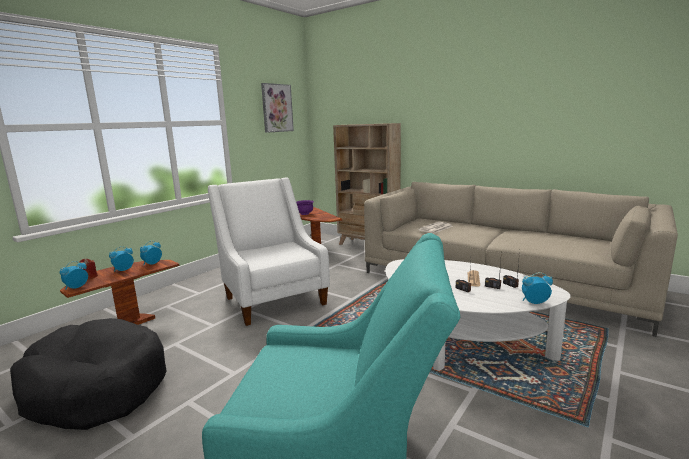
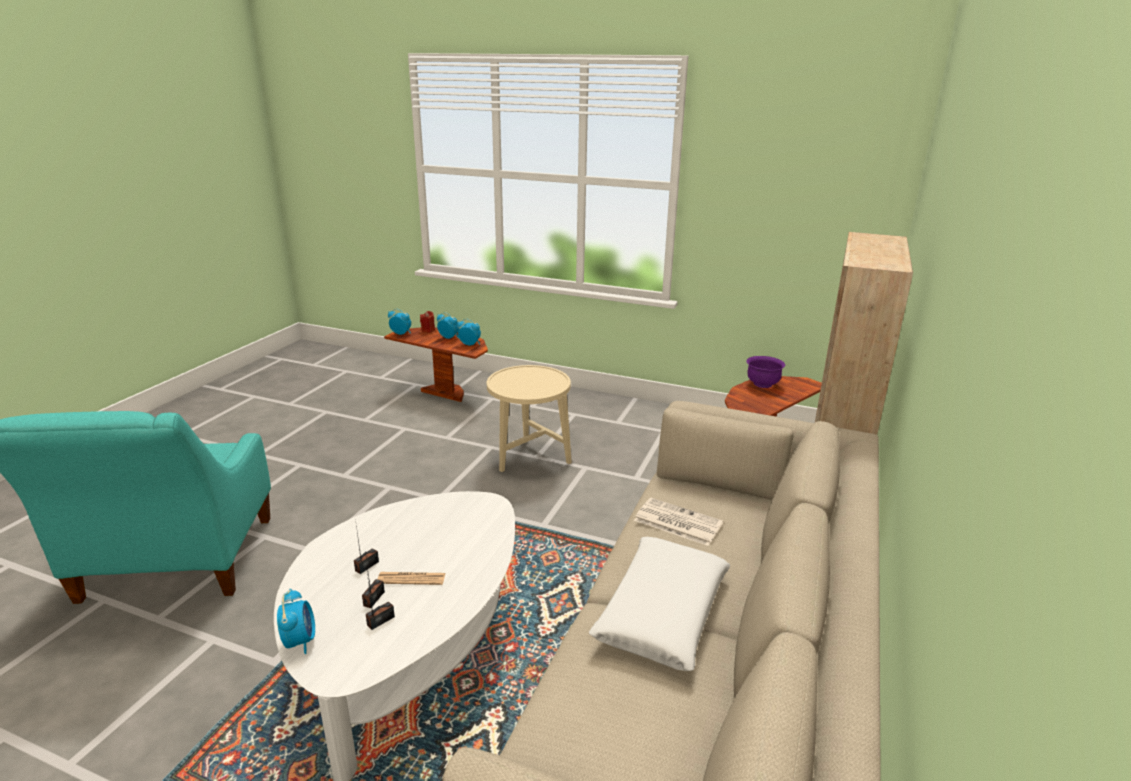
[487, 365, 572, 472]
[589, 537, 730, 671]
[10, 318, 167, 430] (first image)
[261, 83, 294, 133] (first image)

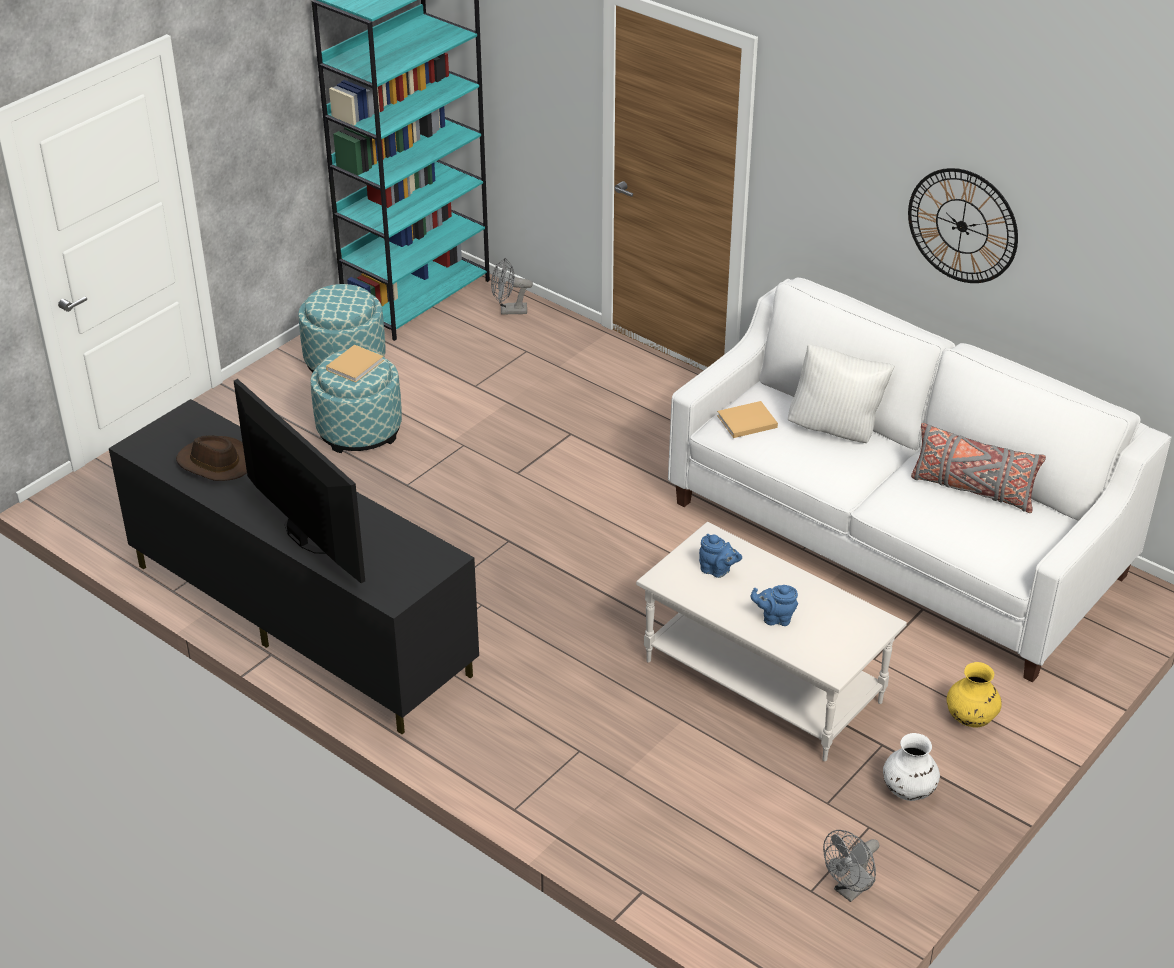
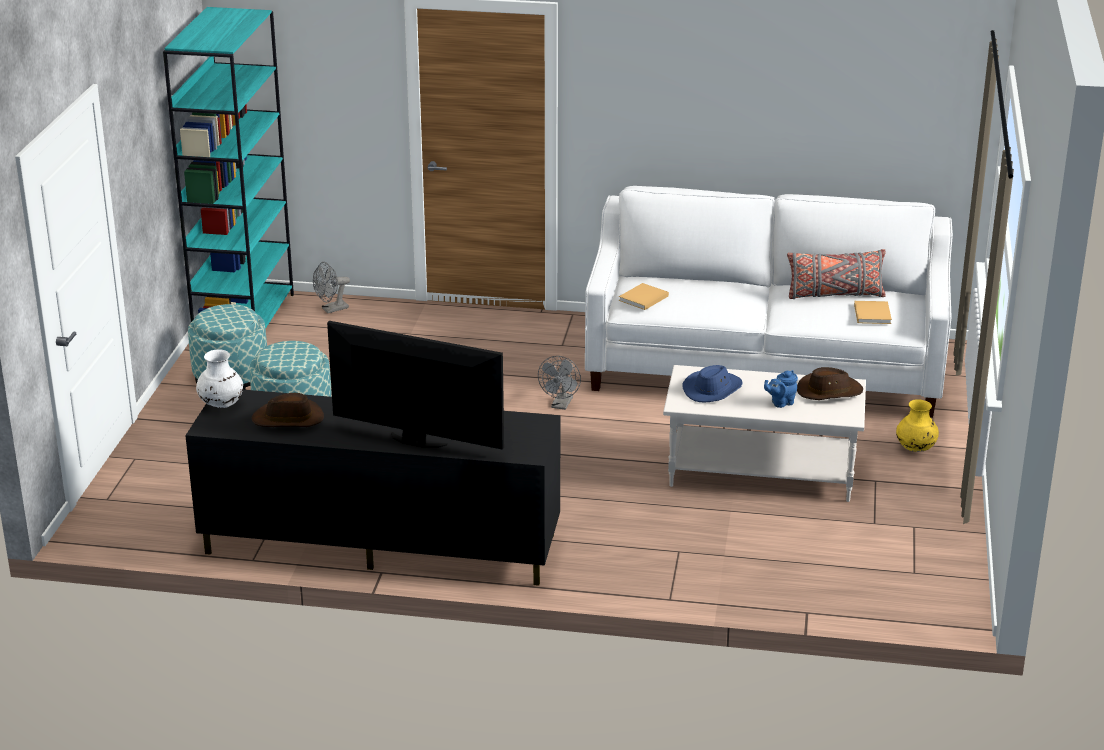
[196, 349, 243, 408]
[538, 356, 581, 410]
[682, 365, 743, 403]
[797, 367, 863, 400]
[854, 301, 892, 324]
[788, 344, 895, 443] (first image)
[908, 168, 1018, 283] (first image)

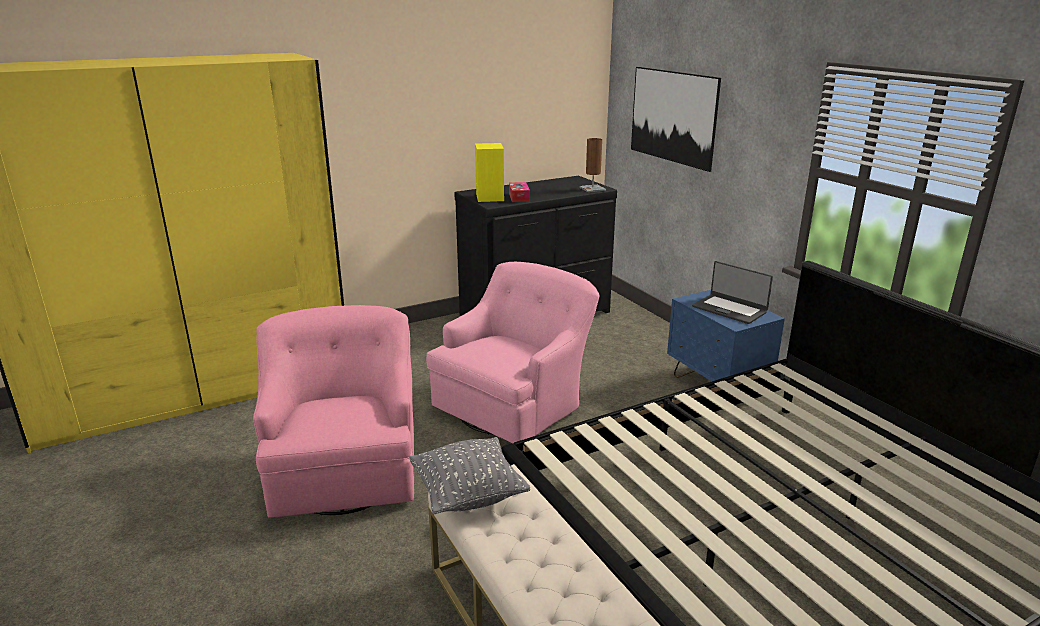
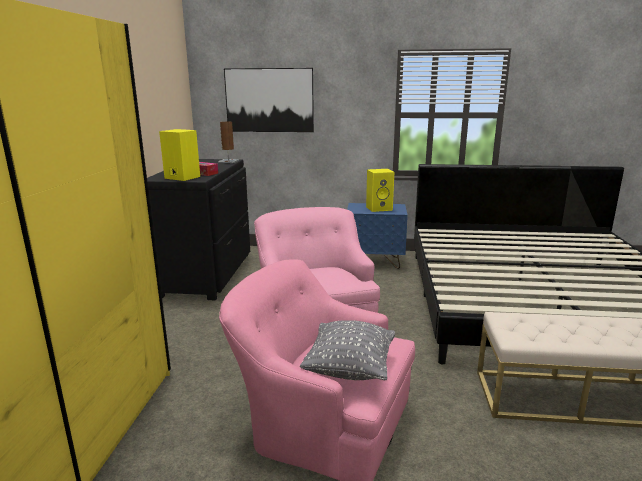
[300, 320, 395, 380]
[366, 169, 394, 212]

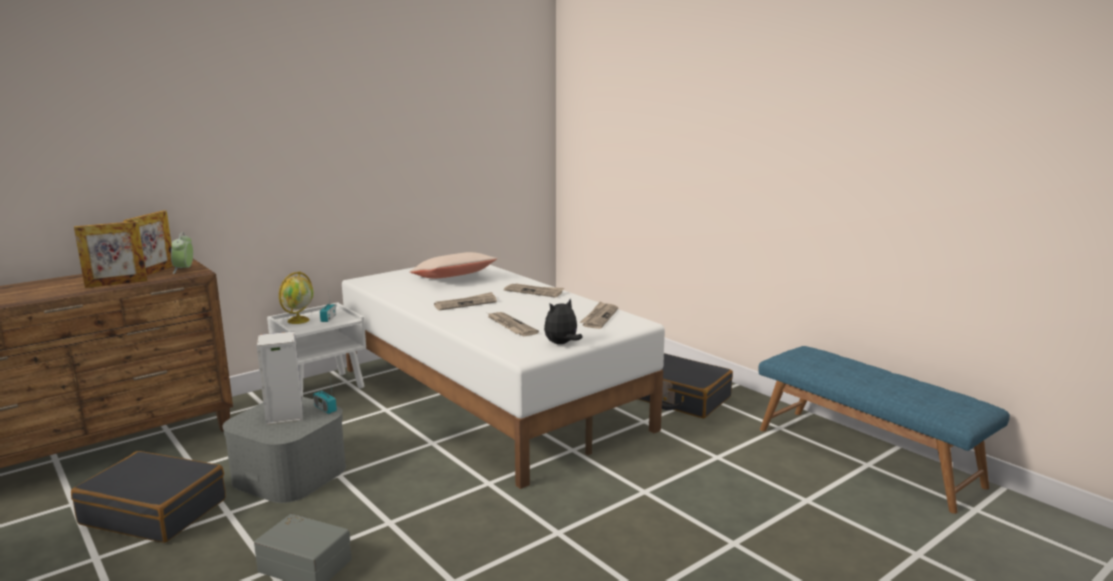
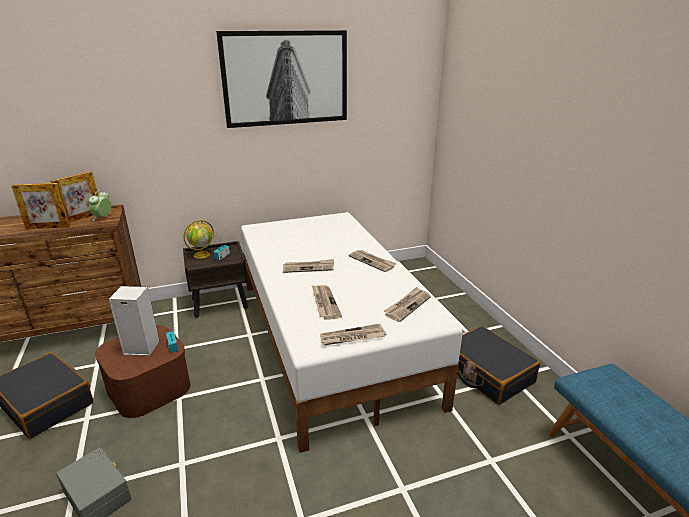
[95, 325, 191, 418]
[183, 241, 248, 318]
[216, 30, 347, 128]
[320, 324, 386, 346]
[410, 252, 497, 278] (first image)

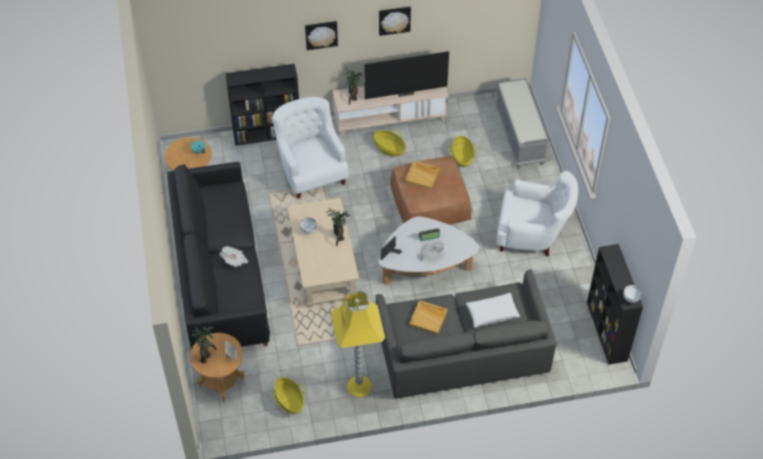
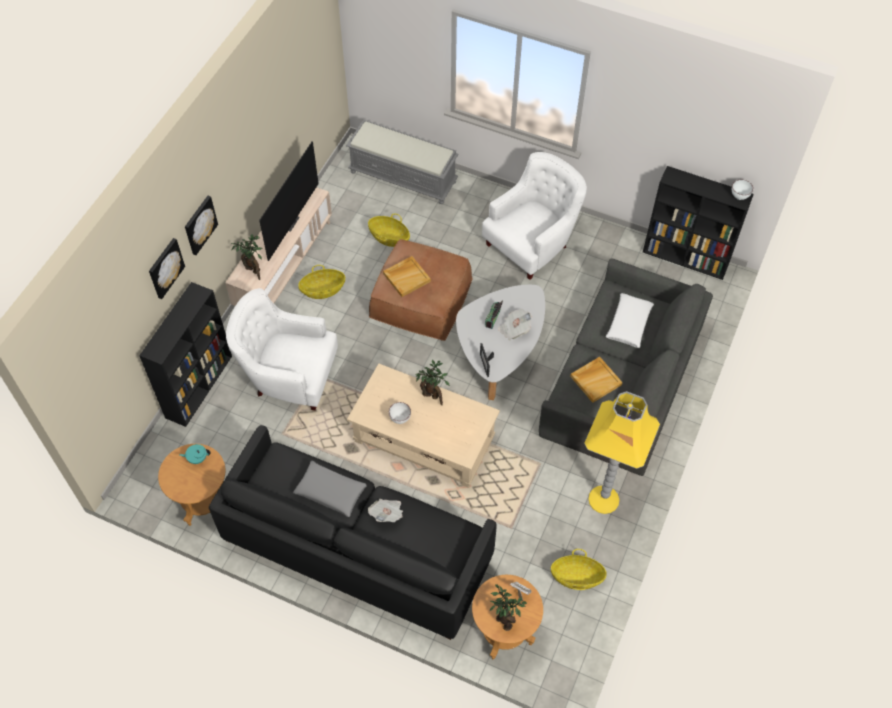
[149, 238, 185, 299]
[293, 461, 367, 517]

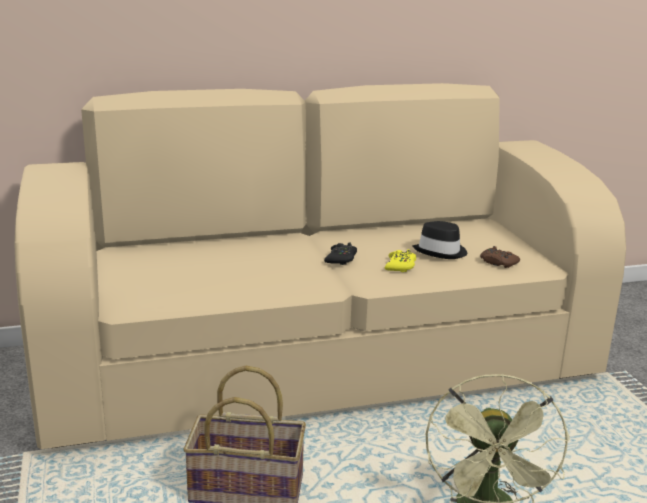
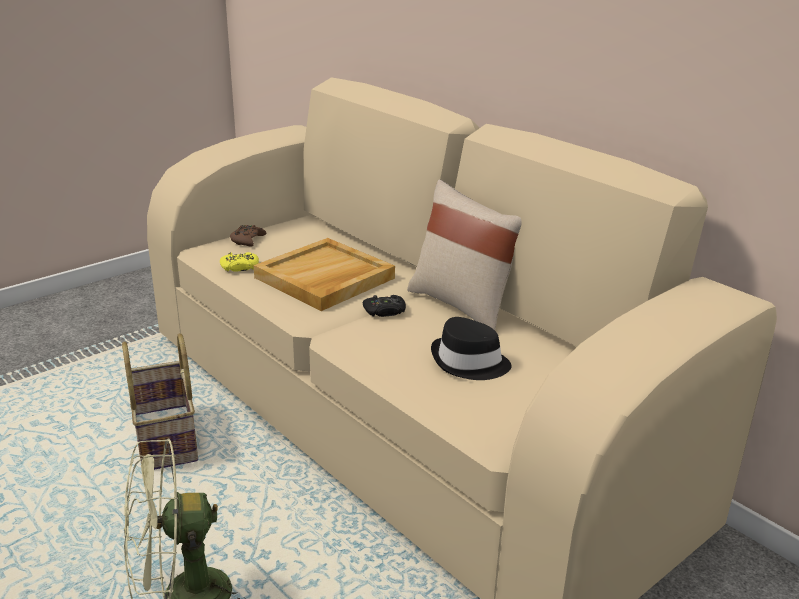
[220, 252, 259, 272]
[230, 225, 267, 247]
[253, 238, 395, 311]
[407, 179, 522, 330]

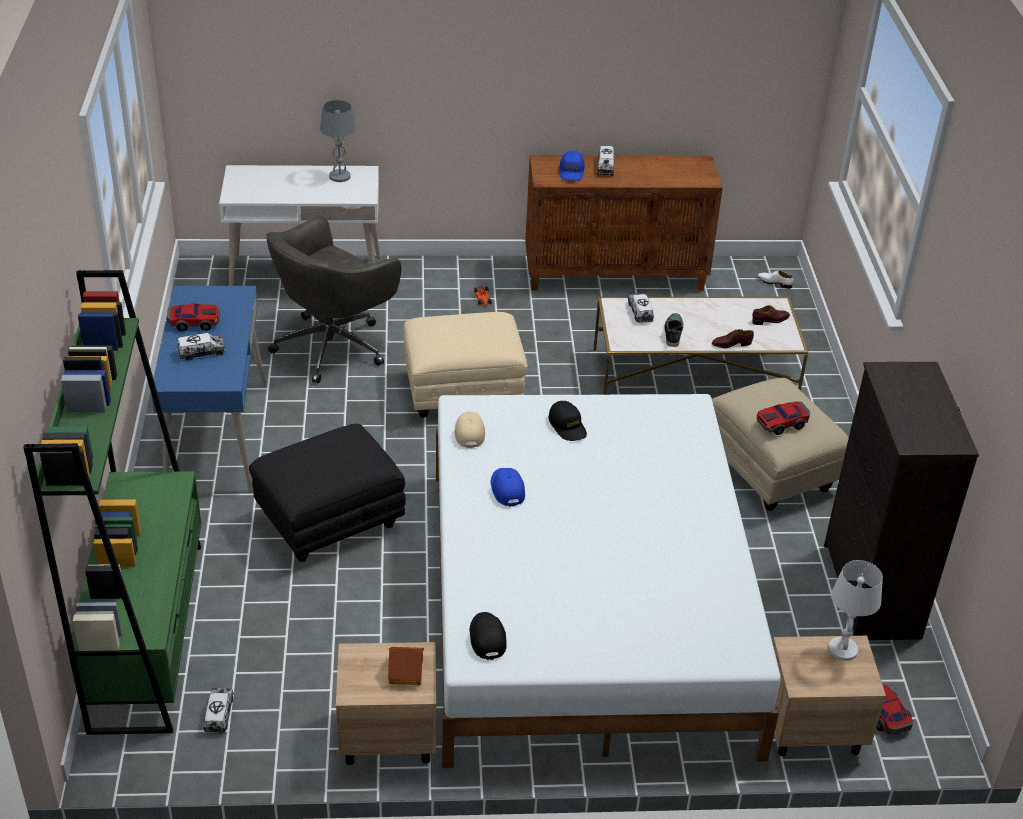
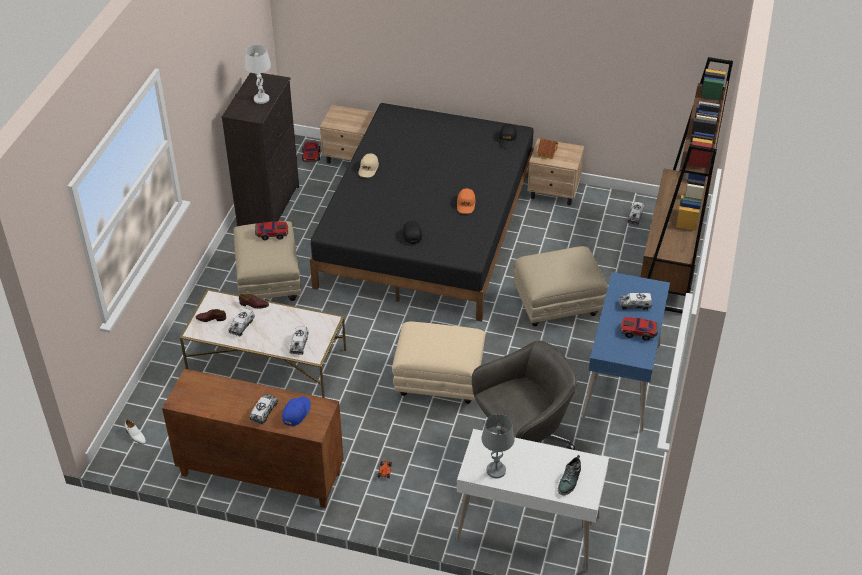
[229, 308, 255, 337]
[245, 45, 271, 104]
[310, 103, 534, 322]
[359, 153, 379, 177]
[457, 188, 476, 214]
[514, 246, 608, 326]
[558, 455, 581, 495]
[641, 57, 733, 313]

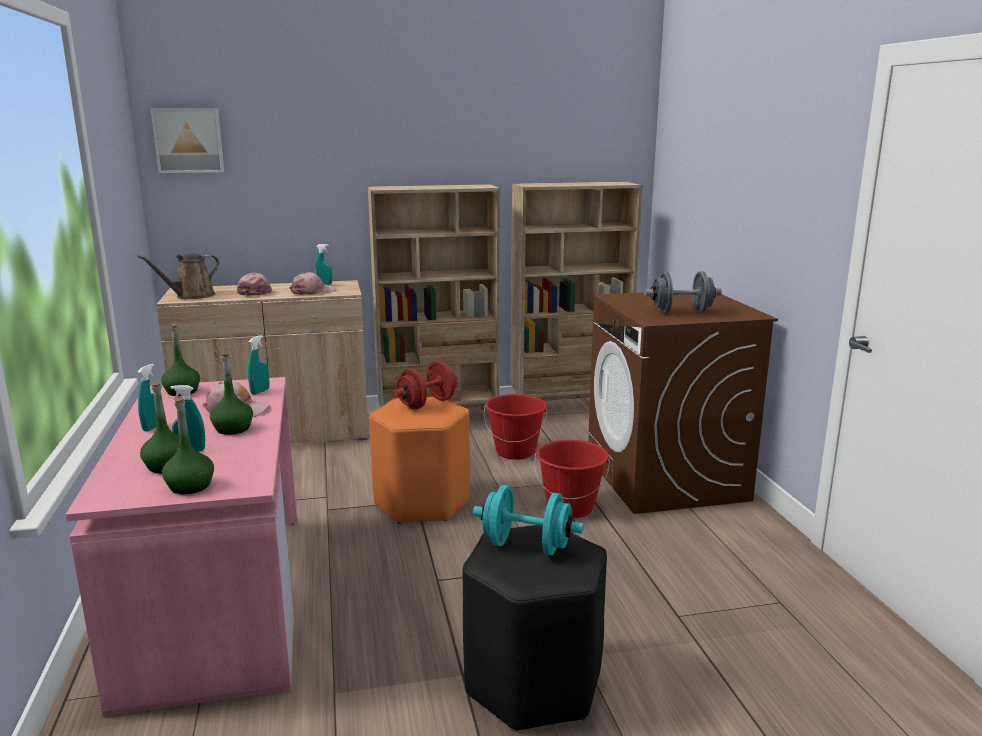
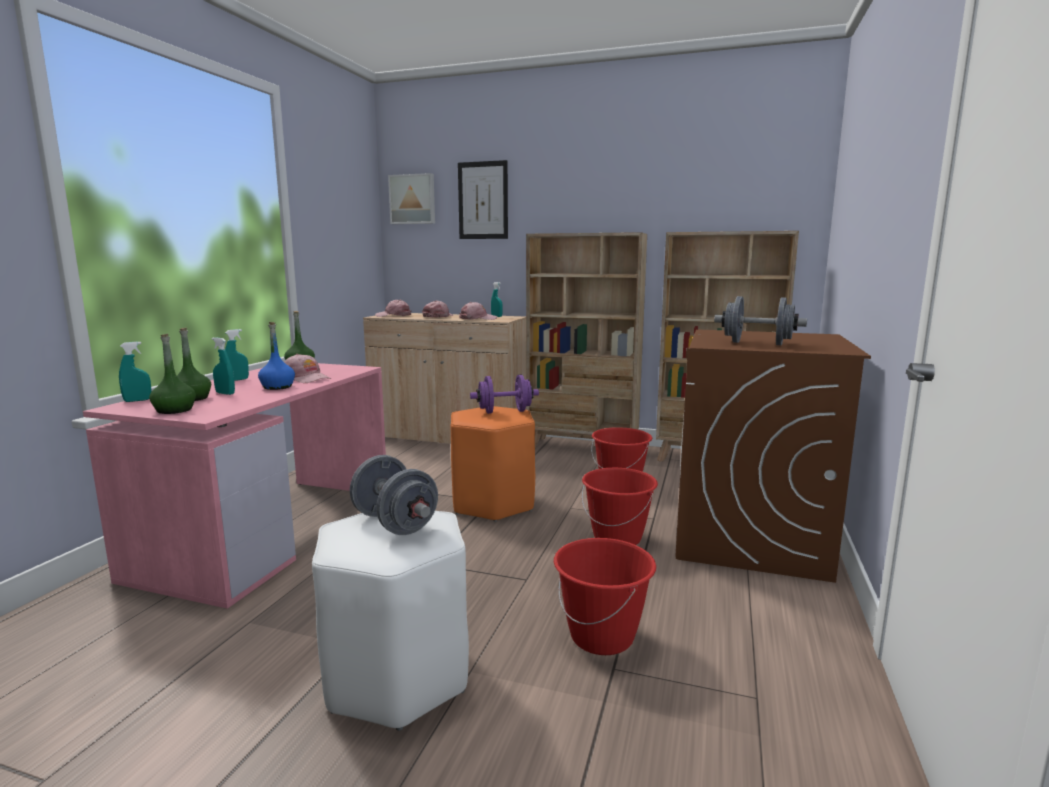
[119, 342, 151, 402]
[258, 322, 295, 390]
[312, 511, 469, 731]
[350, 455, 438, 535]
[375, 300, 411, 317]
[458, 160, 508, 239]
[470, 375, 539, 414]
[554, 538, 656, 655]

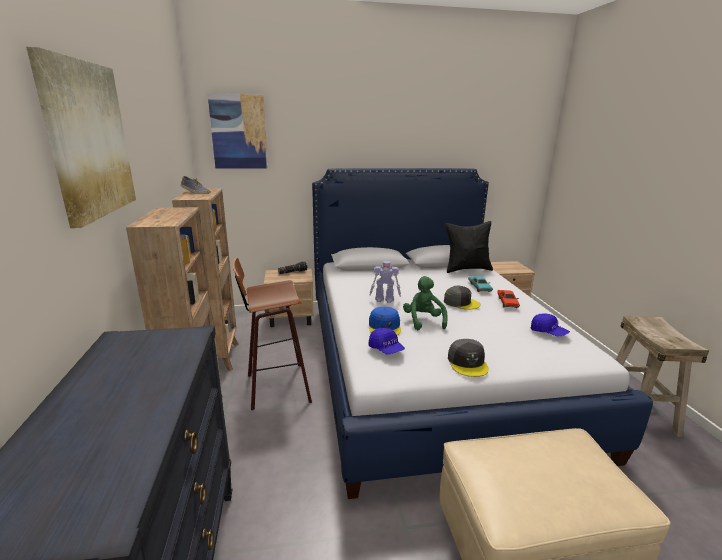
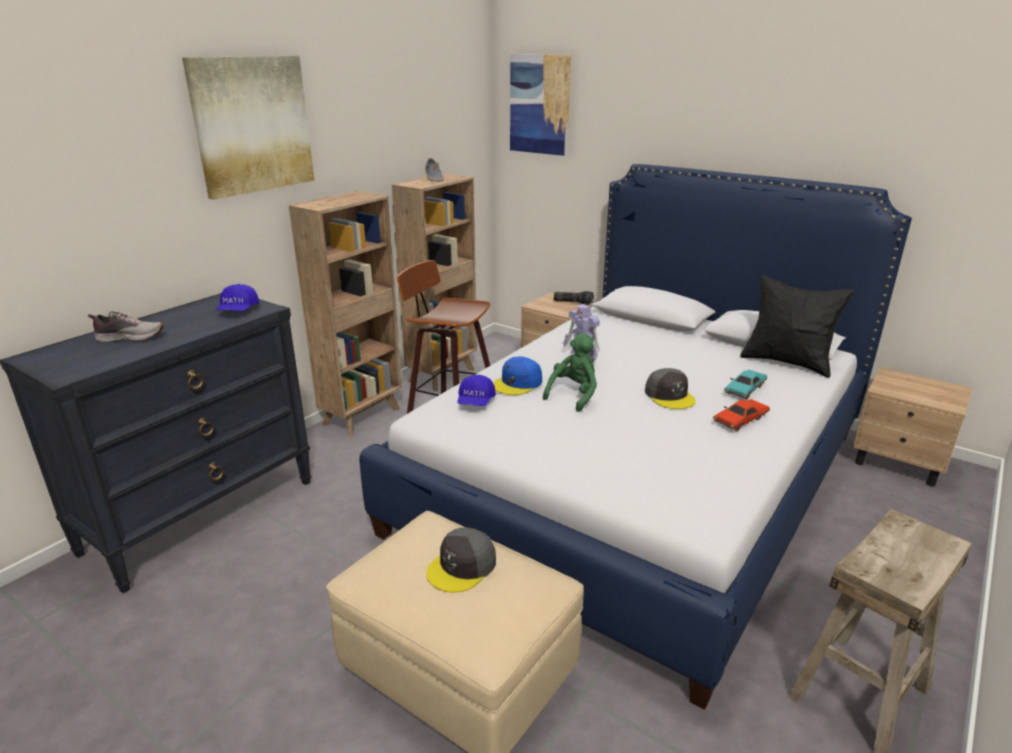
[88, 311, 164, 342]
[215, 284, 260, 311]
[426, 527, 496, 593]

